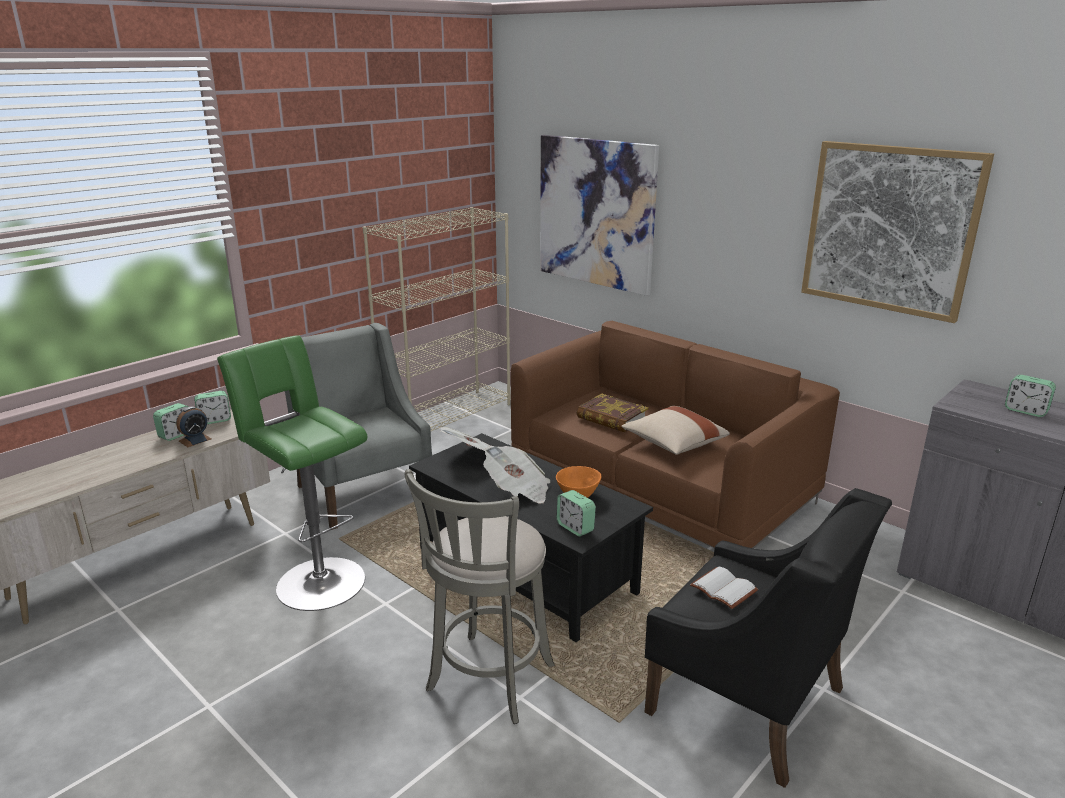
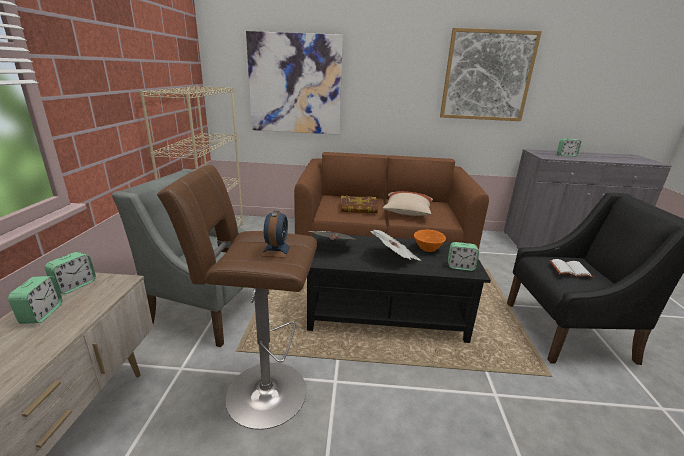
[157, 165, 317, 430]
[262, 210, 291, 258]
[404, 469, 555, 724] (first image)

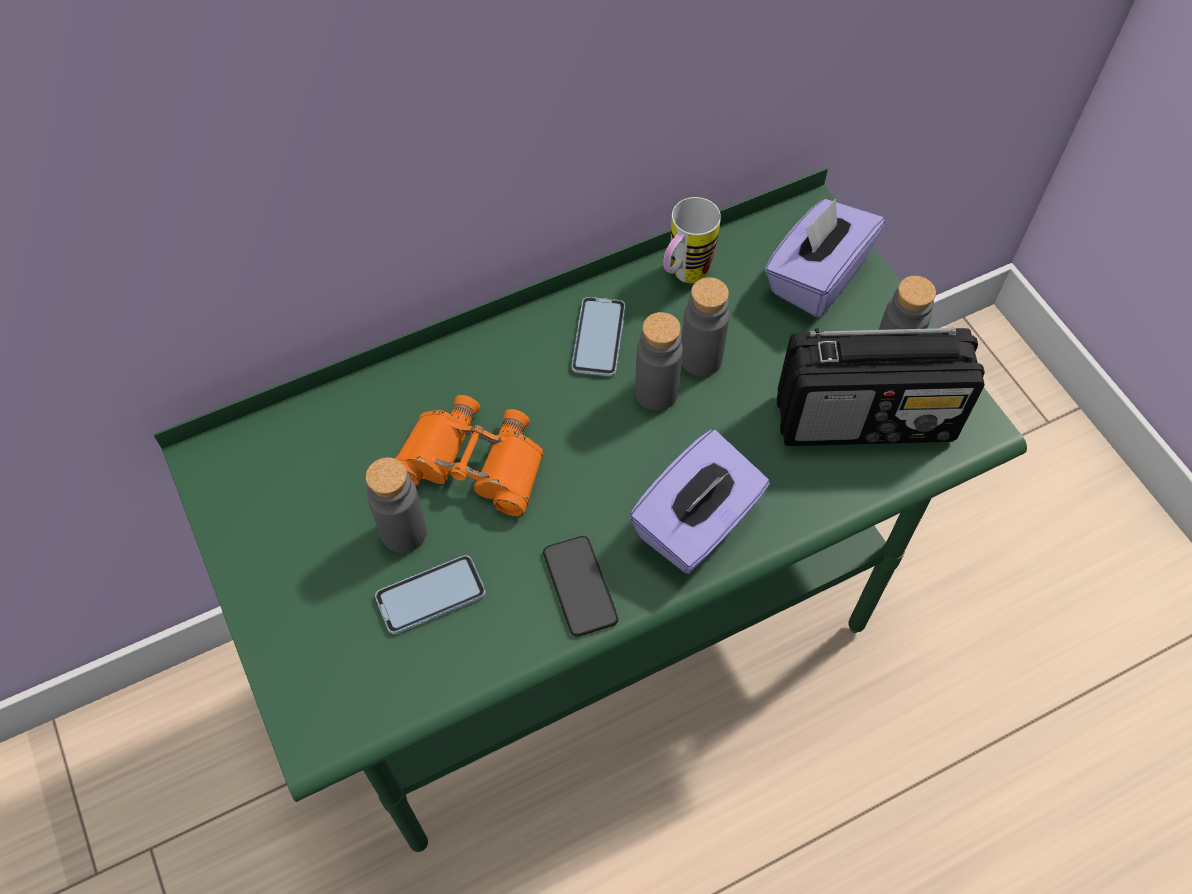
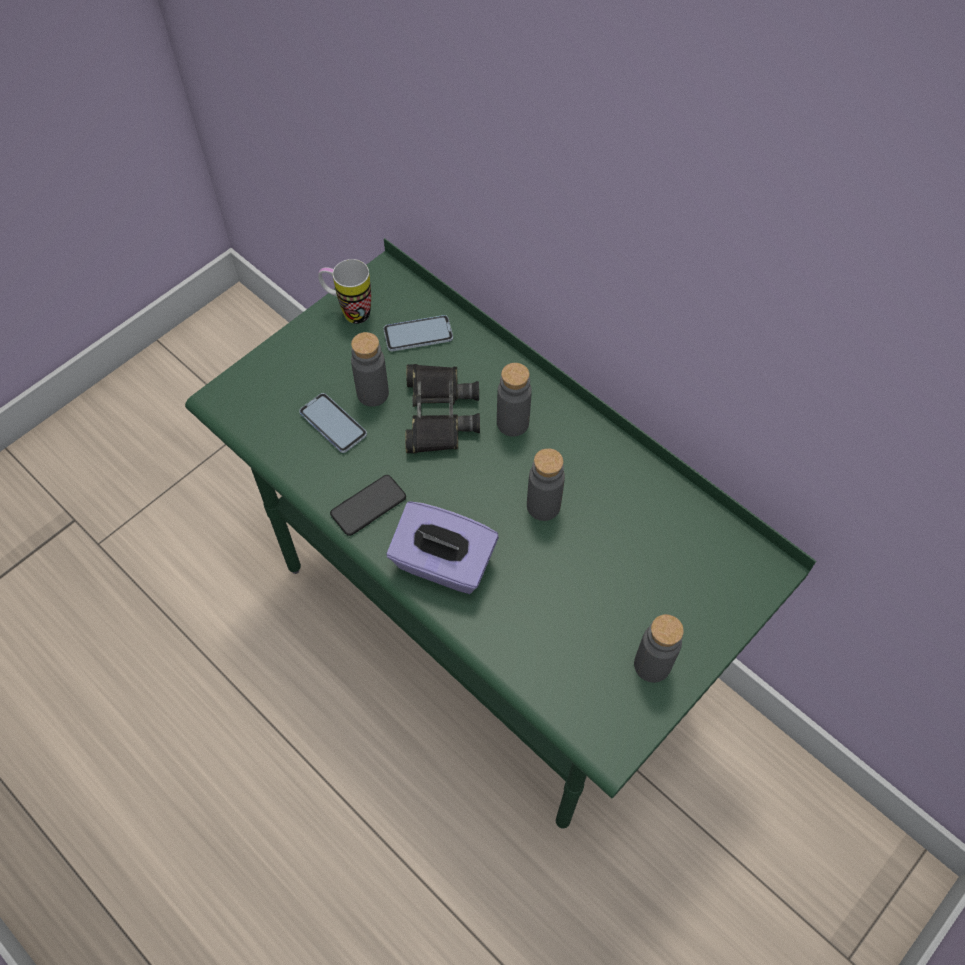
[318, 259, 371, 324]
[383, 315, 453, 351]
[405, 364, 480, 453]
[497, 363, 532, 436]
[765, 199, 885, 317] (first image)
[777, 327, 985, 446] (first image)

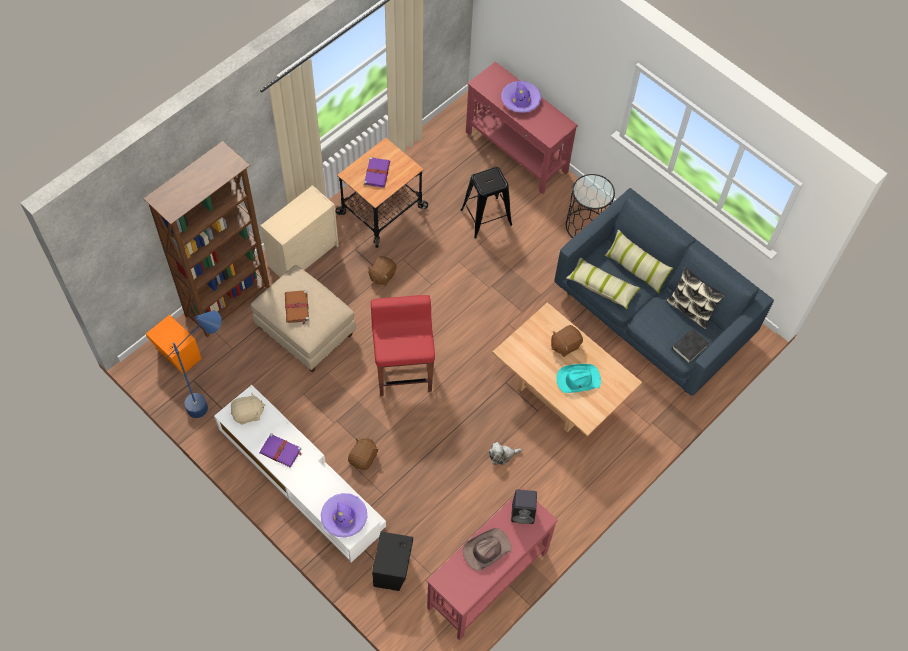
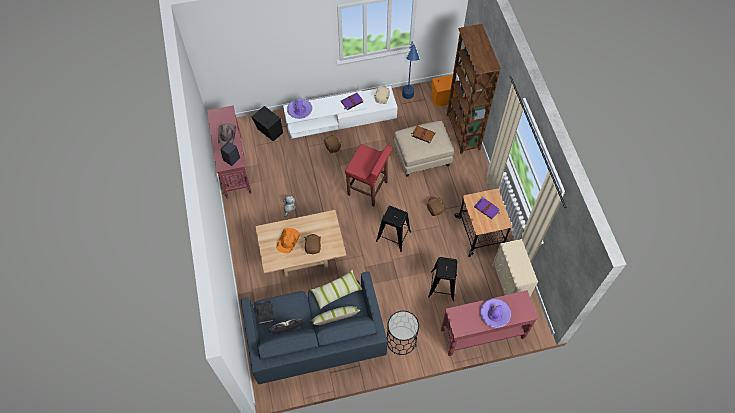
[276, 228, 301, 253]
[376, 206, 411, 252]
[492, 239, 538, 296]

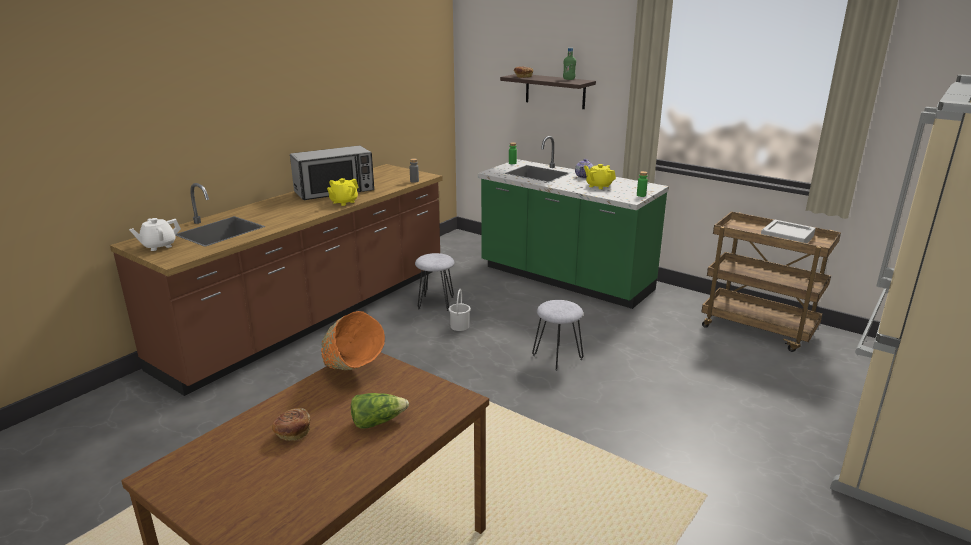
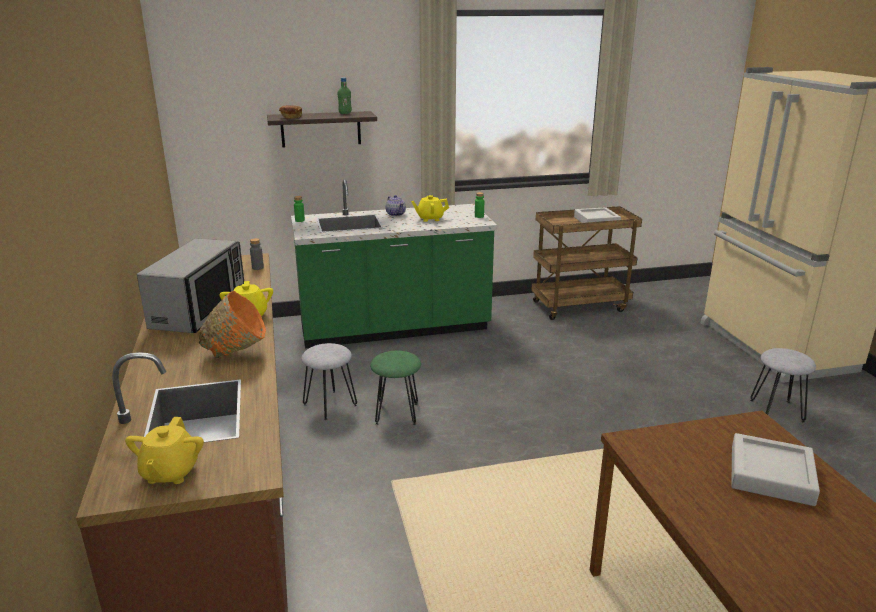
[125, 417, 204, 484]
[199, 291, 266, 358]
[370, 351, 421, 425]
[731, 433, 820, 506]
[750, 348, 816, 423]
[272, 408, 311, 441] (first image)

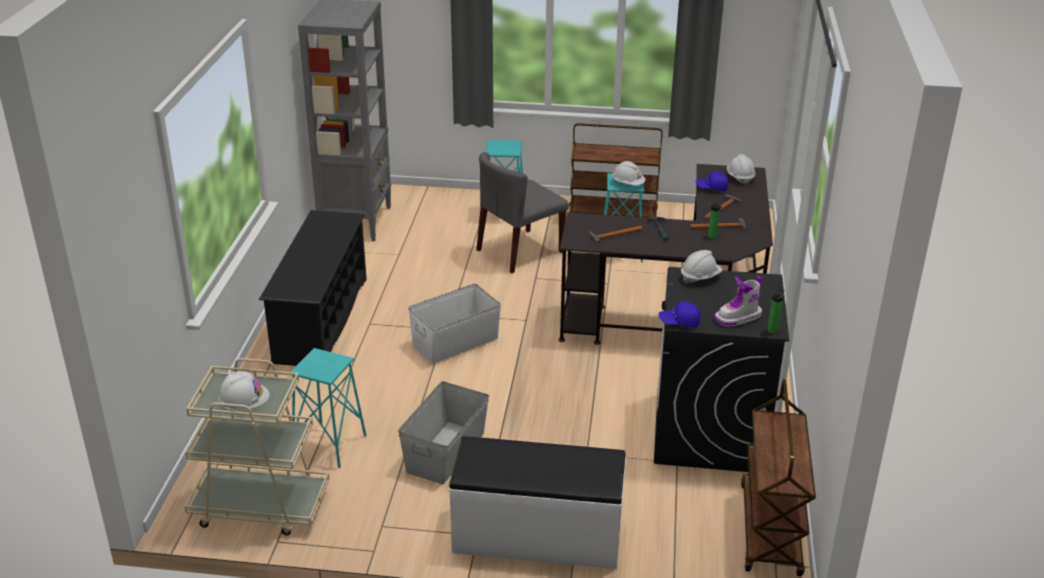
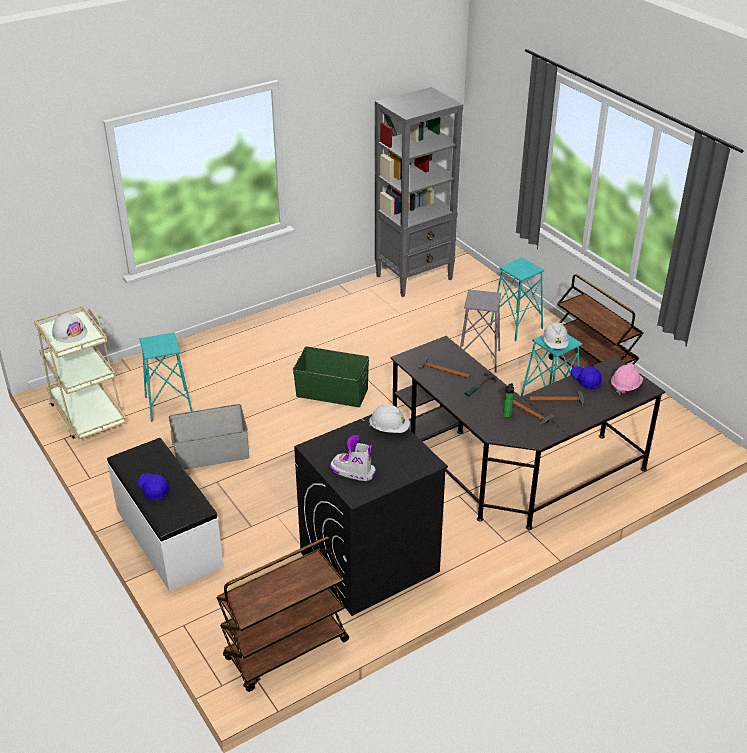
[138, 473, 169, 500]
[293, 347, 369, 407]
[460, 290, 501, 373]
[611, 364, 643, 395]
[259, 210, 367, 366] (first image)
[768, 288, 784, 333] (first image)

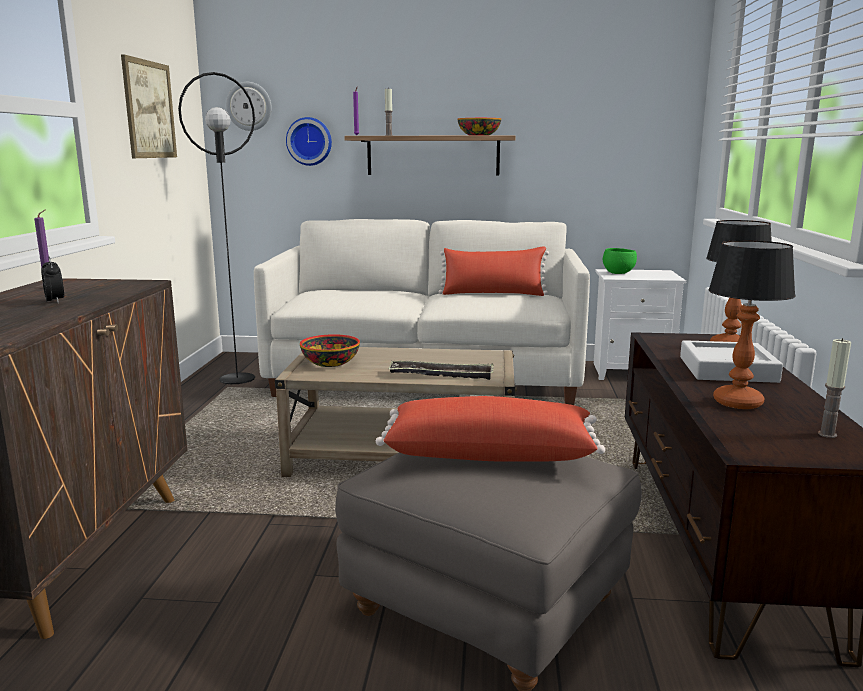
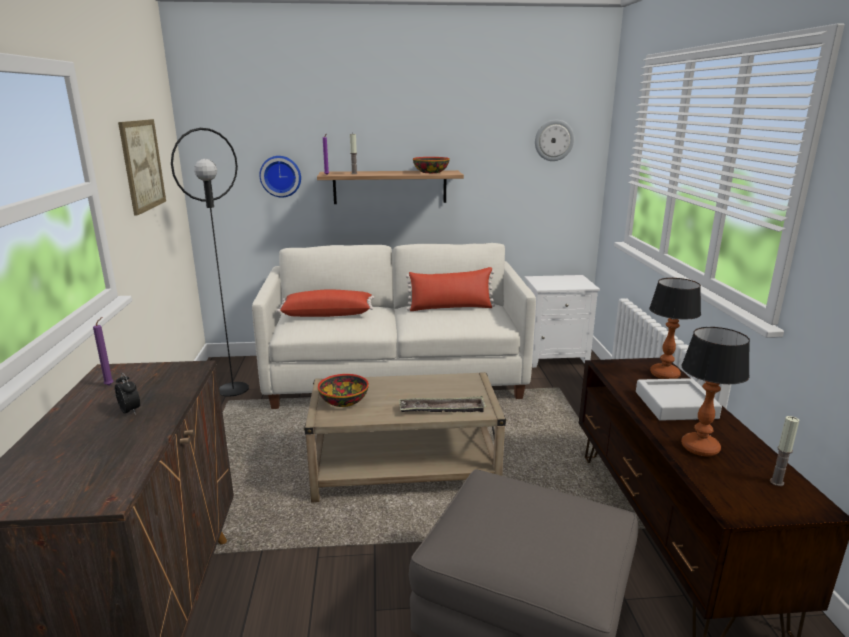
[277, 289, 374, 317]
[535, 120, 574, 161]
[603, 248, 637, 274] (first image)

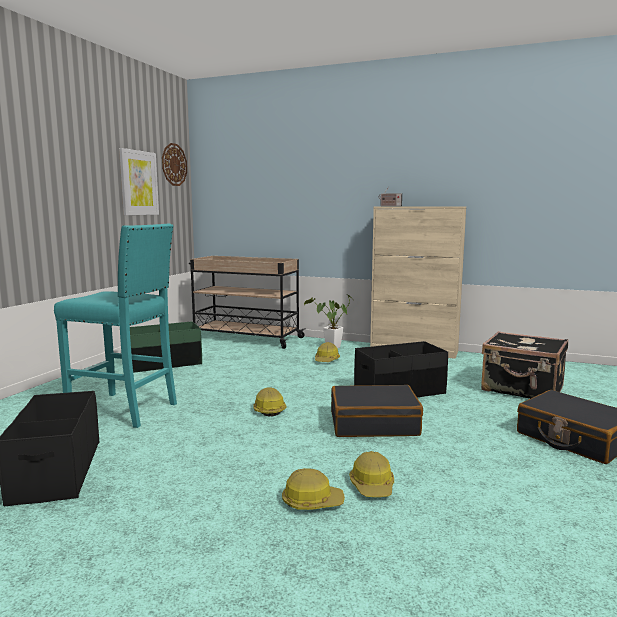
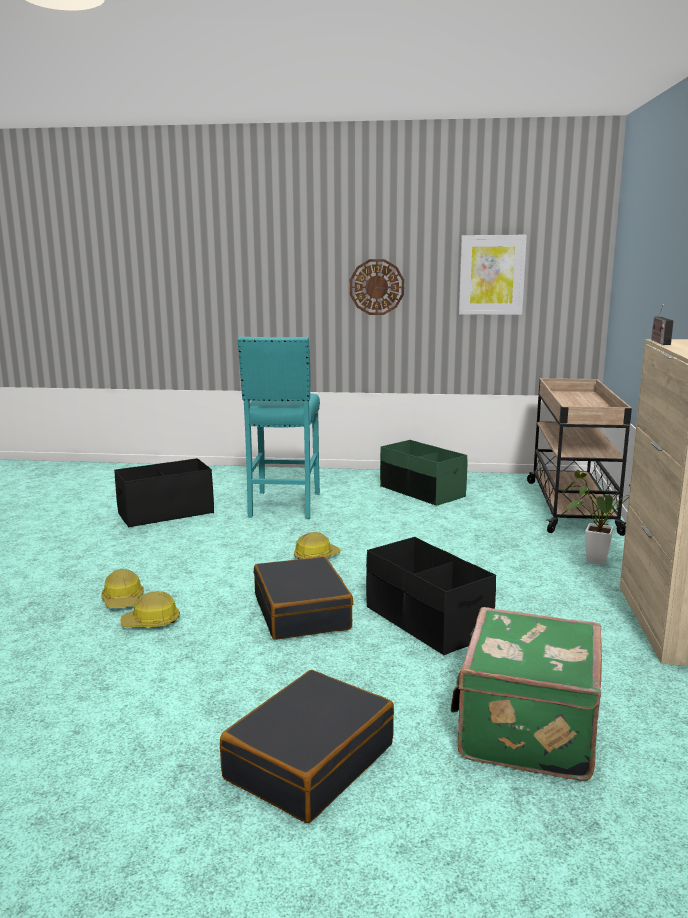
[350, 259, 404, 315]
[451, 607, 602, 781]
[315, 342, 340, 362] (first image)

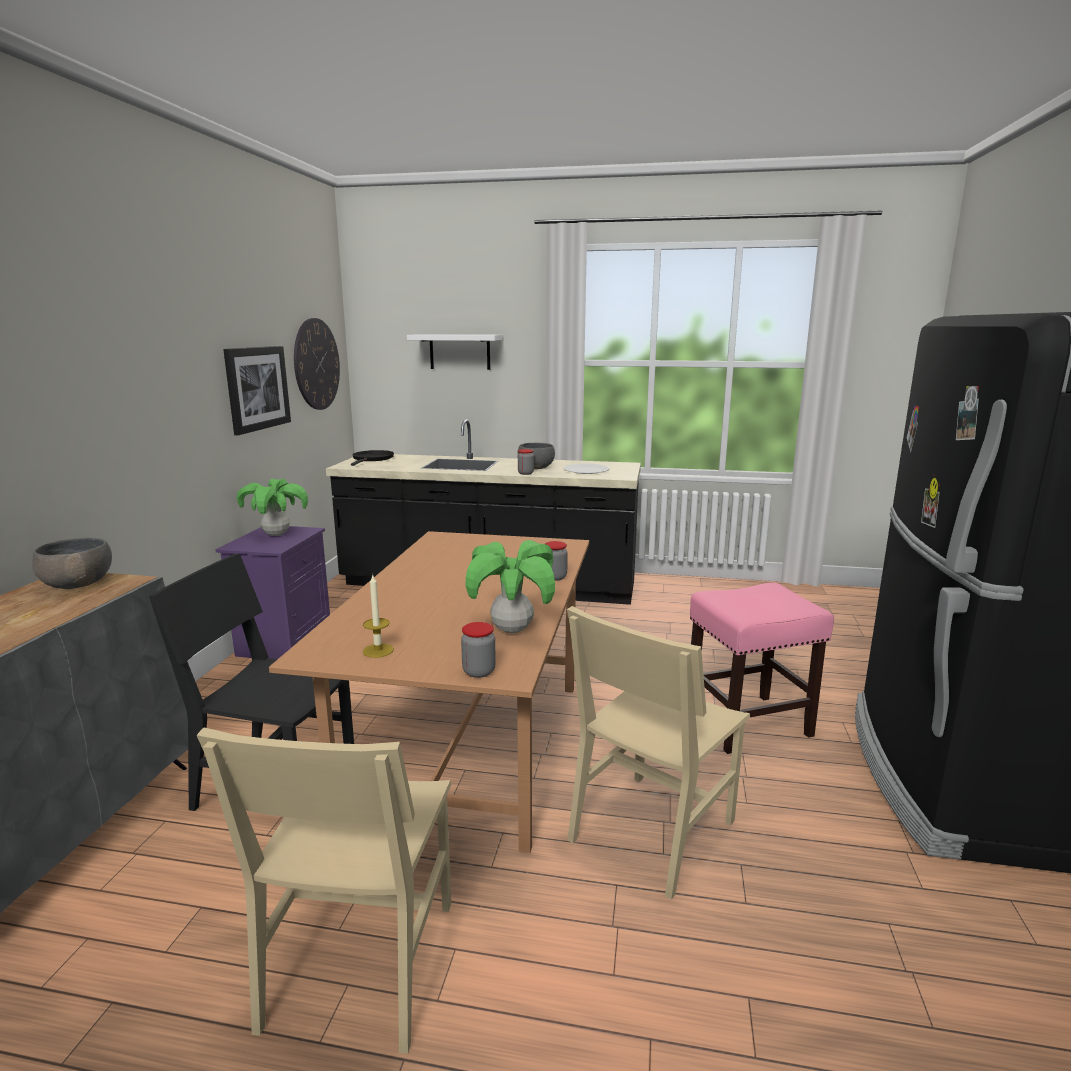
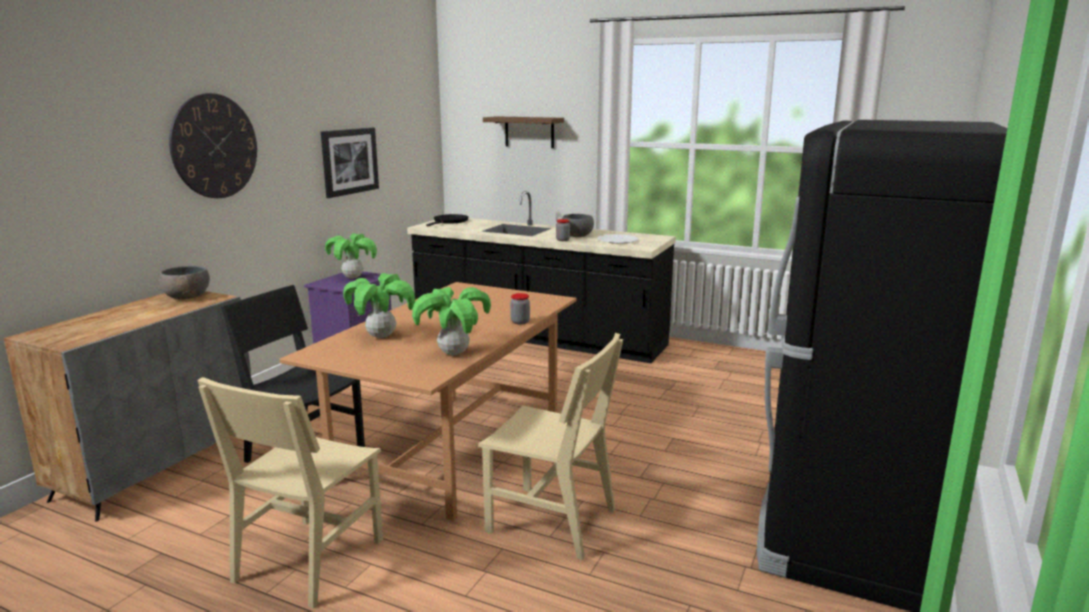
[169, 93, 257, 198]
[343, 273, 415, 338]
[478, 333, 623, 560]
[483, 116, 564, 148]
[363, 574, 394, 658] (first image)
[461, 622, 496, 678] (first image)
[690, 583, 834, 754] (first image)

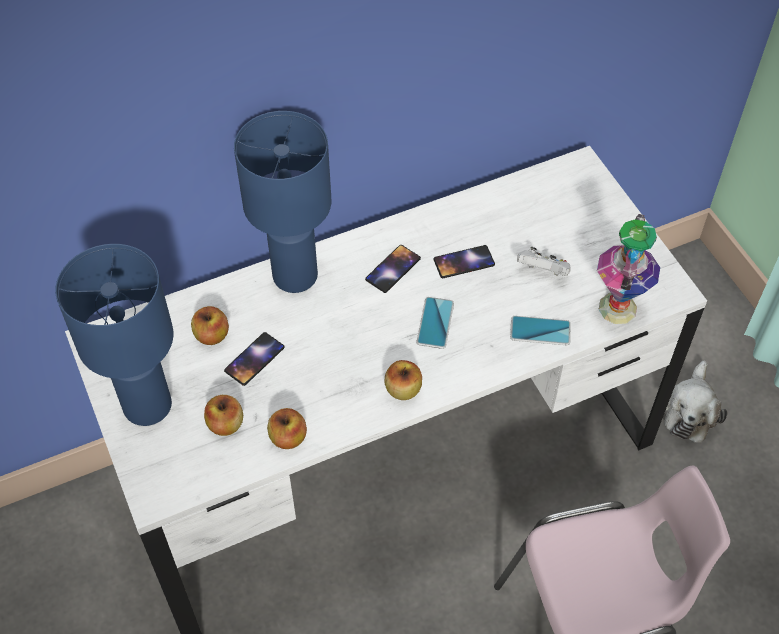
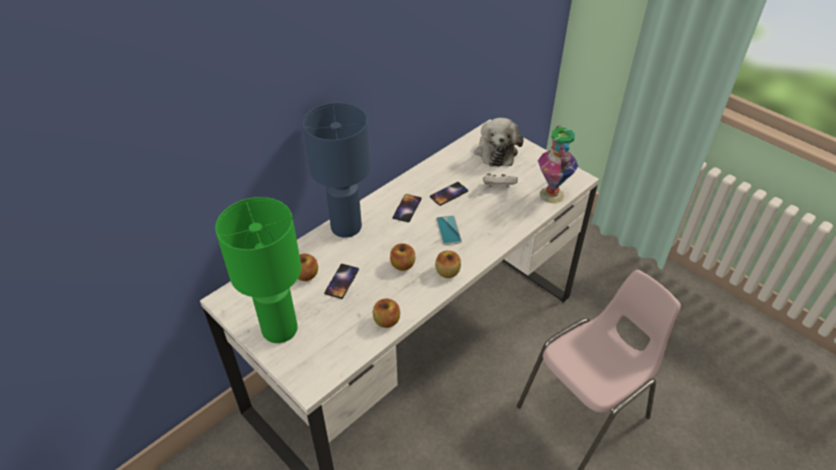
[215, 197, 301, 343]
[390, 243, 415, 271]
[475, 118, 524, 167]
[510, 316, 571, 345] (first image)

